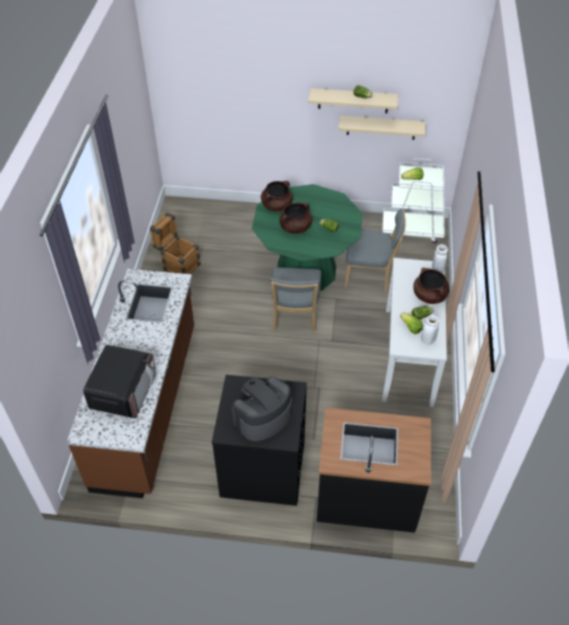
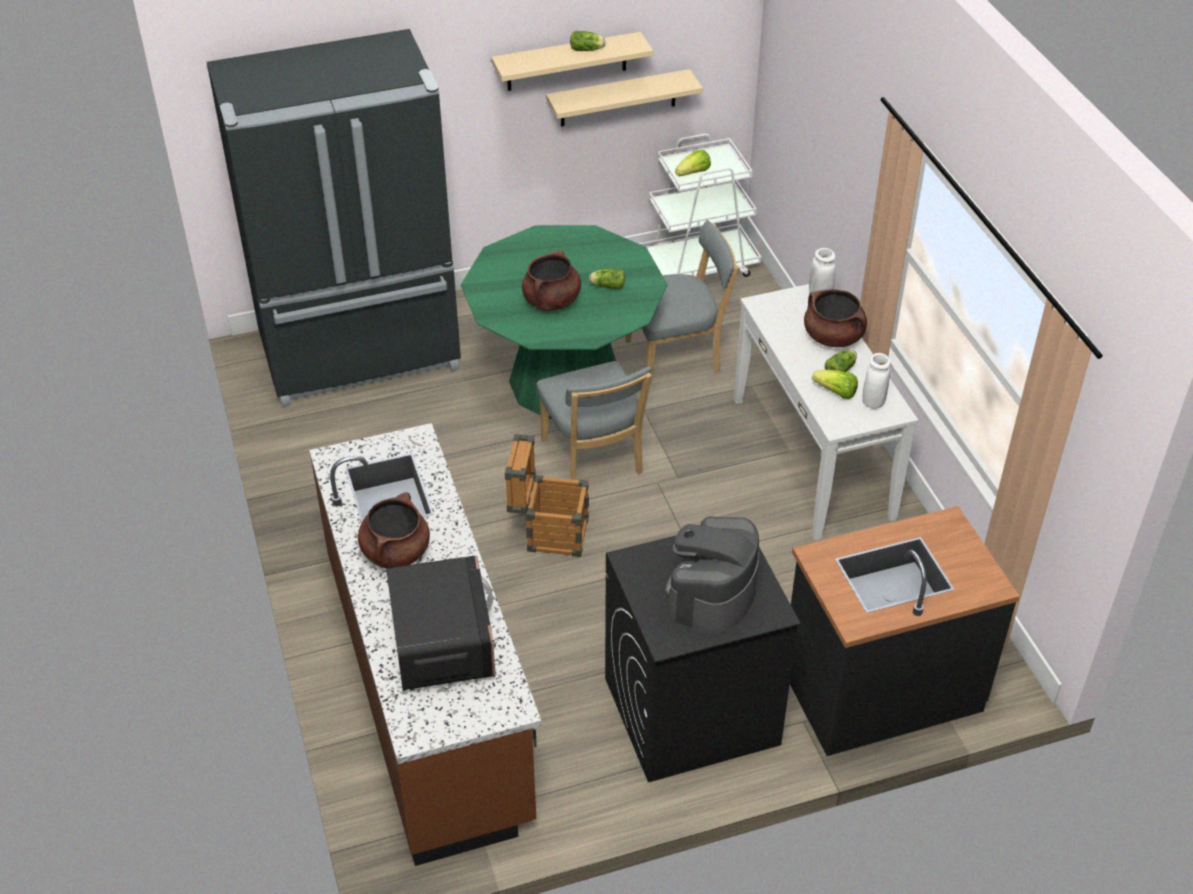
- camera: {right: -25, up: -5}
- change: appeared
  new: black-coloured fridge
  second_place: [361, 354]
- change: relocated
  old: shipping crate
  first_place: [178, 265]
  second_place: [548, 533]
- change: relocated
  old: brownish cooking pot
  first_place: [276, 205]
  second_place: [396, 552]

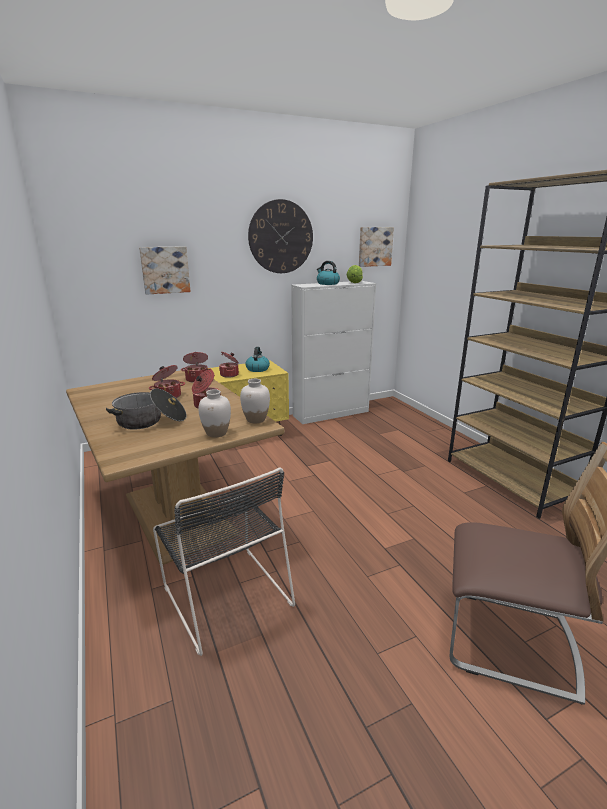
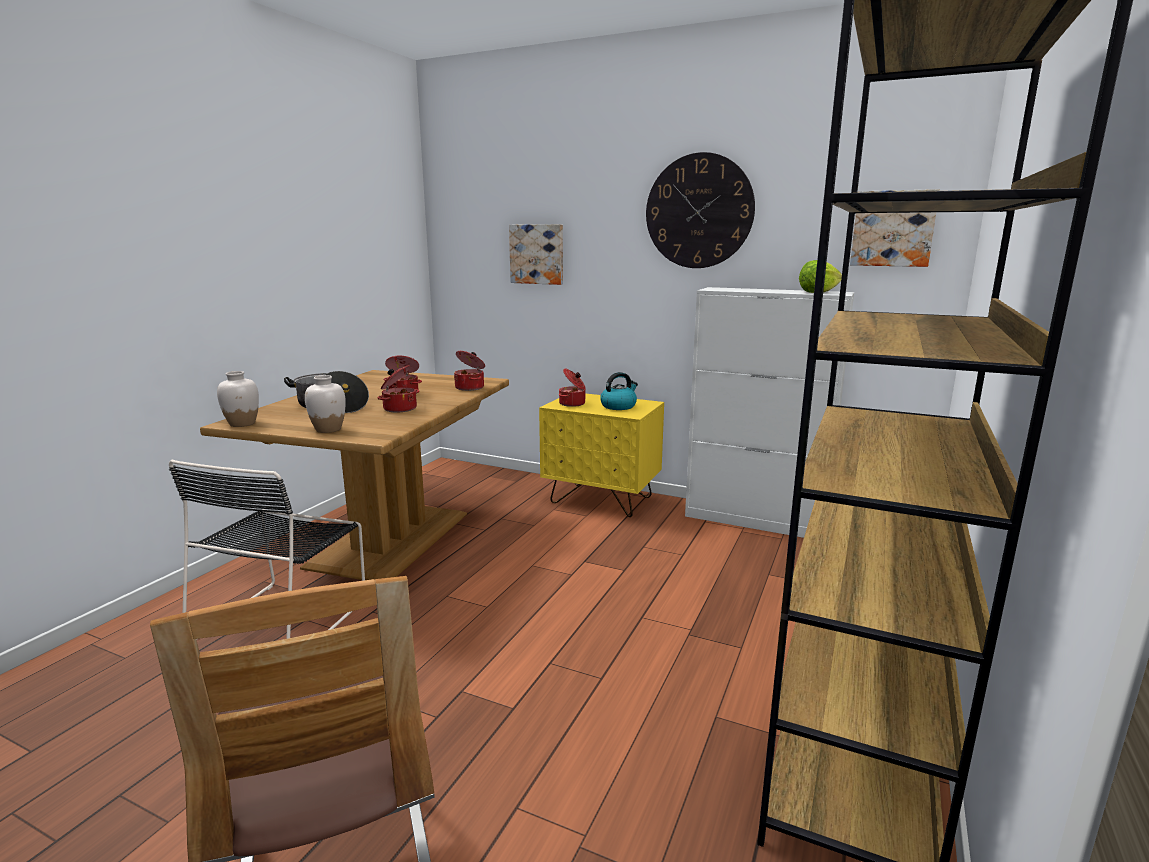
- camera: {right: 50, up: -5}
- change: missing
  old: tea kettle
  first_place: [327, 283]
- change: relocated
  old: whitish flower vase
  first_place: [256, 420]
  second_place: [242, 424]

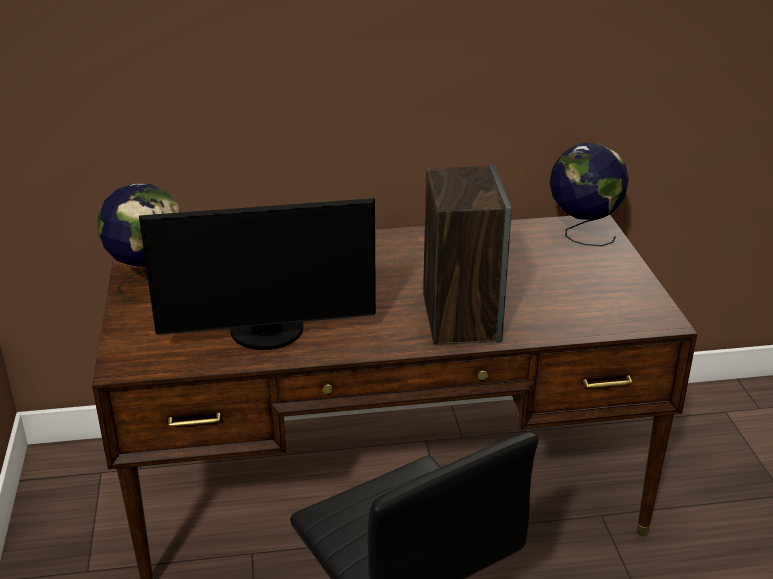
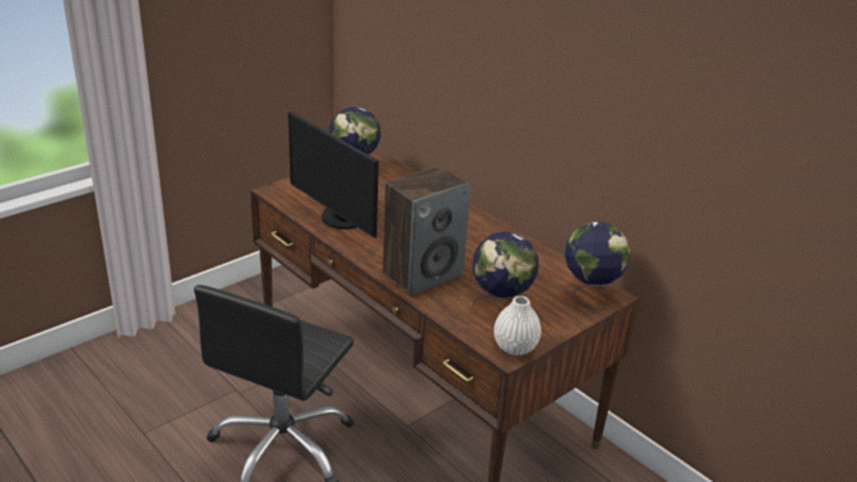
- camera: {right: 55, up: 0}
- change: appeared
  new: globe
  second_place: [500, 306]
- change: appeared
  new: whitish flower vase
  second_place: [515, 347]

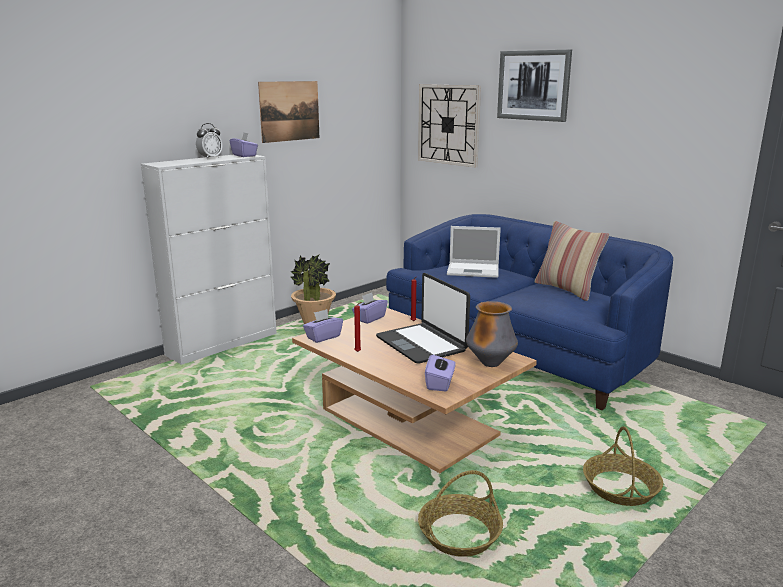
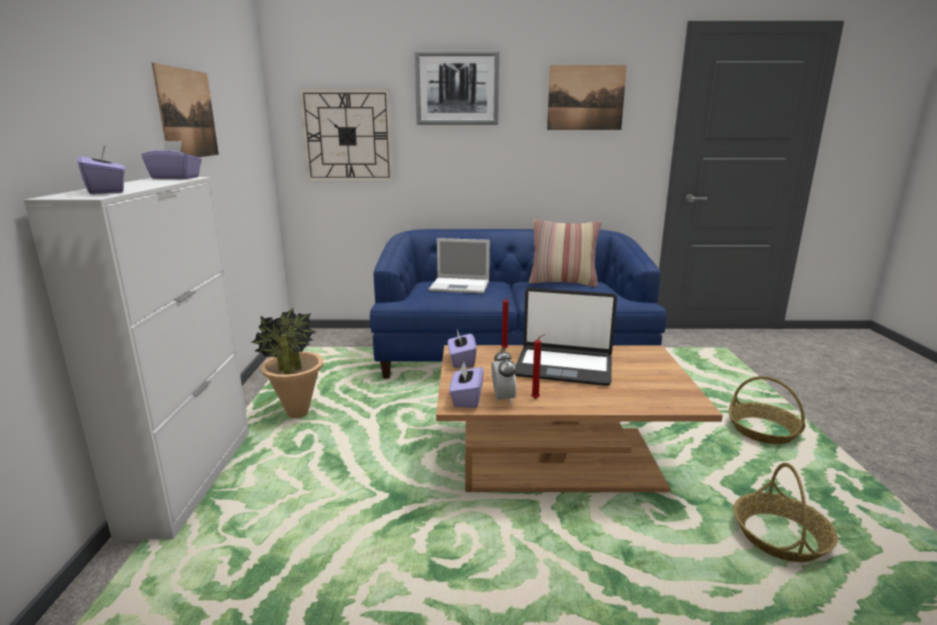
- camera: {right: -45, up: 0}
- change: missing
  old: flower vase
  first_place: [490, 364]
- change: appeared
  new: wall art
  second_place: [586, 98]
- change: relocated
  old: table clock
  first_place: [210, 158]
  second_place: [503, 399]
- change: relocated
  old: purplish tissue box
  first_place: [440, 383]
  second_place: [107, 191]
- change: spun
  old: portable computer
  first_place: [474, 270]
  second_place: [461, 286]
  degrees: 45

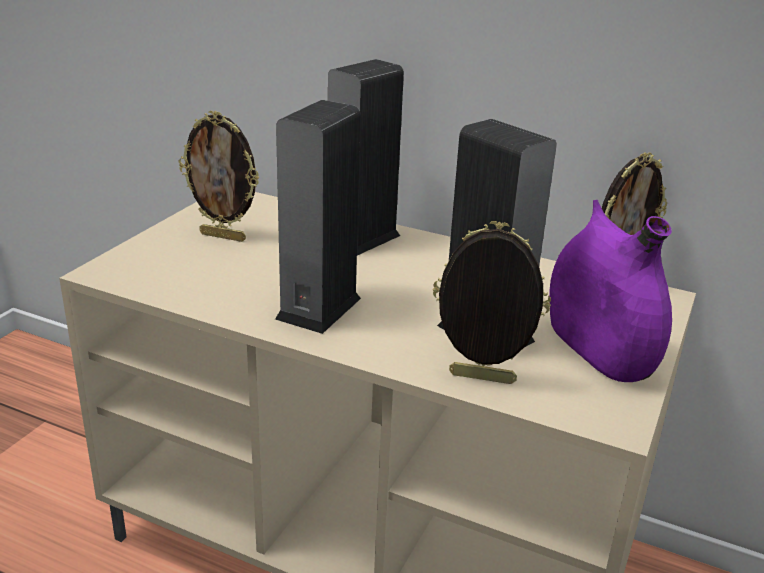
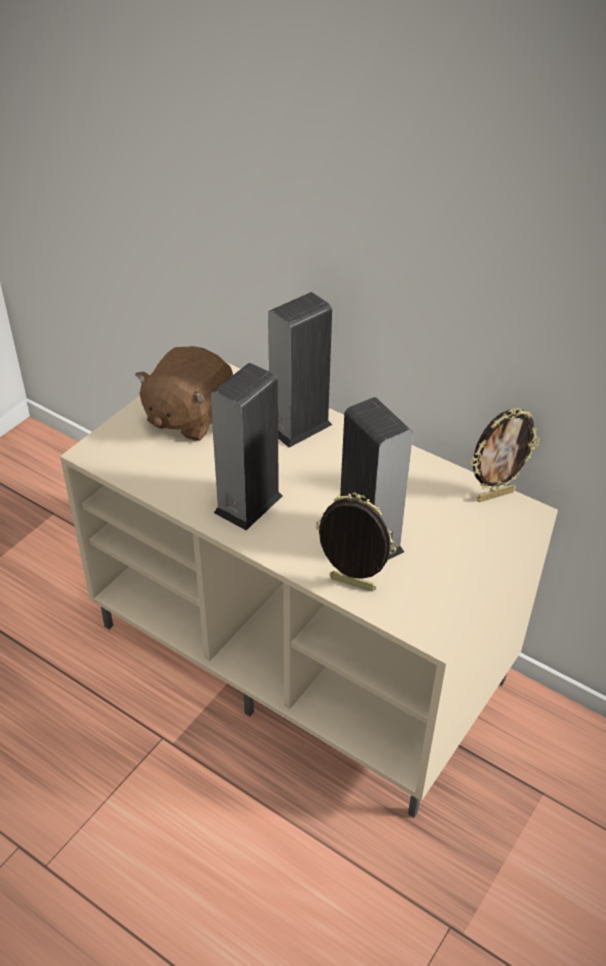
- camera: {right: 10, up: 15}
- change: missing
  old: purplish flower vase
  first_place: [598, 350]
- change: exchanged
  old: standing frame
  new: brownish cuddly toy
  first_place: [224, 236]
  second_place: [188, 417]

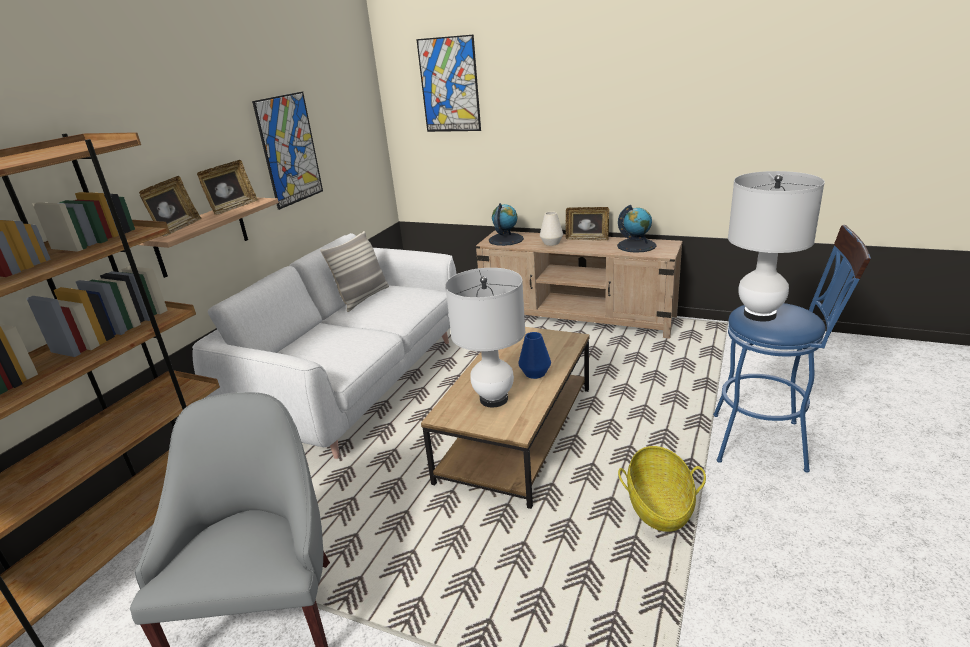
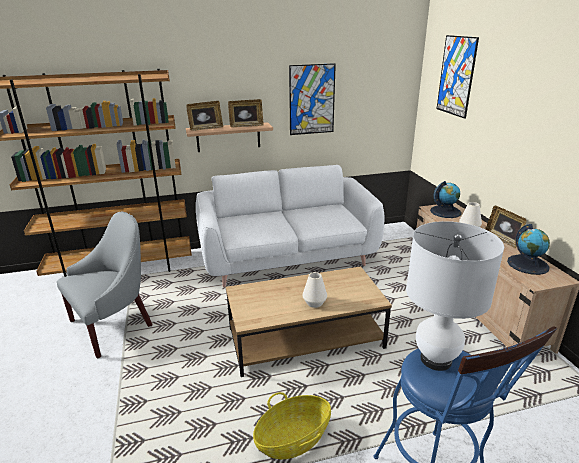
- camera: {right: 50, up: 0}
- change: missing
  old: throw pillow
  first_place: [363, 298]
- change: missing
  old: whitish tabletop lamp
  first_place: [494, 399]
- change: colour
  old: blue flower vase
  new: whitish flower vase
  first_place: [535, 373]
  second_place: [314, 303]

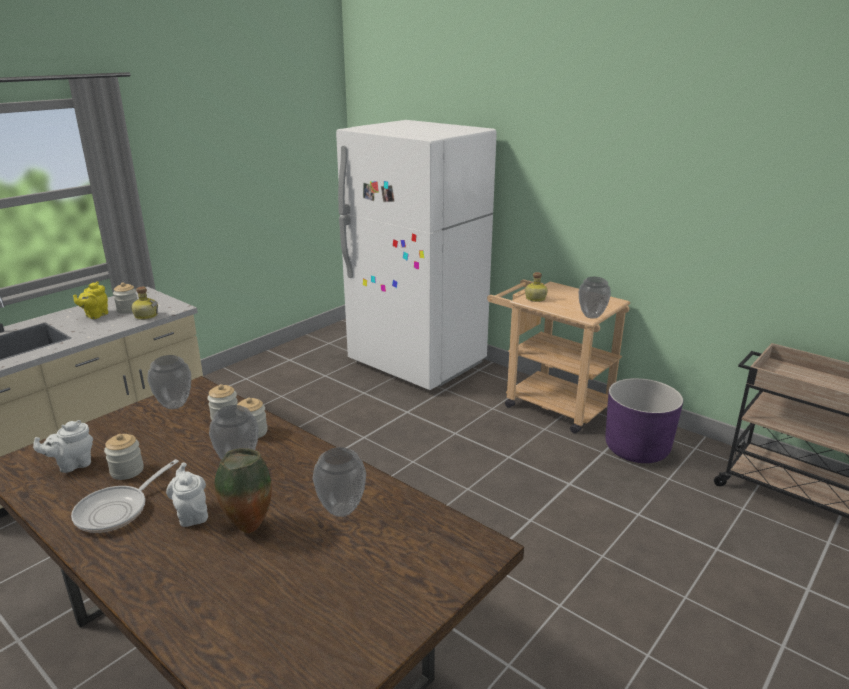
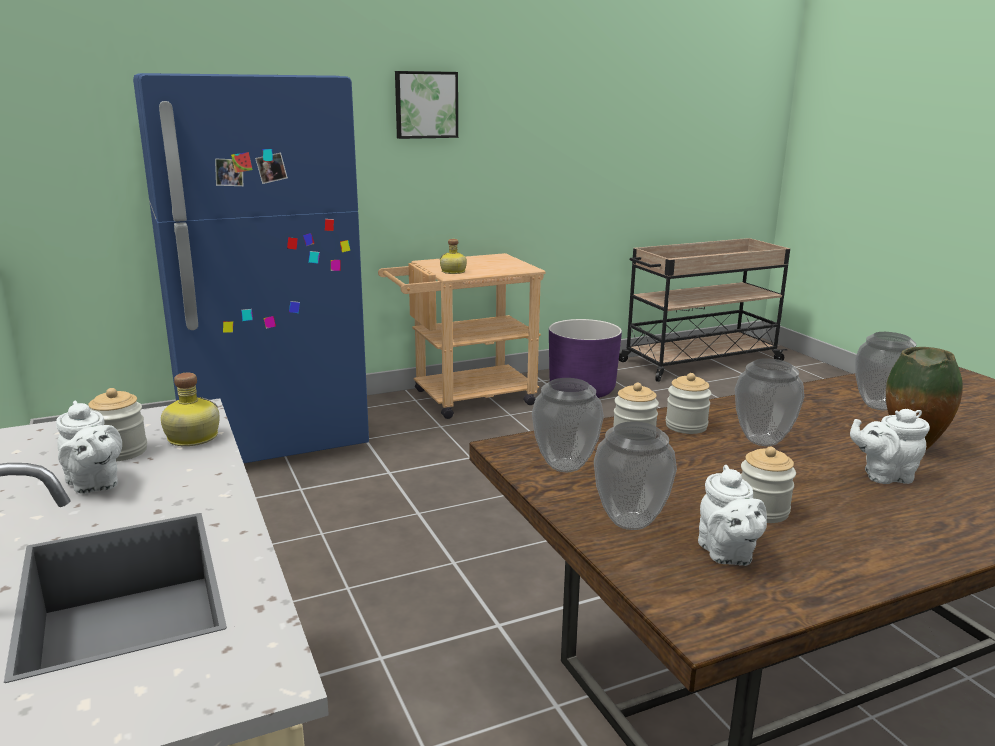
- camera: {right: -65, up: -5}
- change: missing
  old: pan
  first_place: [117, 510]
- change: appeared
  new: wall art
  second_place: [426, 105]
- change: relocated
  old: flower vase
  first_place: [592, 316]
  second_place: [631, 522]
- change: colour
  old: yellow-coloured teapot
  new: whitish teapot
  first_place: [95, 315]
  second_place: [94, 484]
- change: colour
  old: whitish fridge
  new: blue fridge
  first_place: [417, 363]
  second_place: [272, 438]

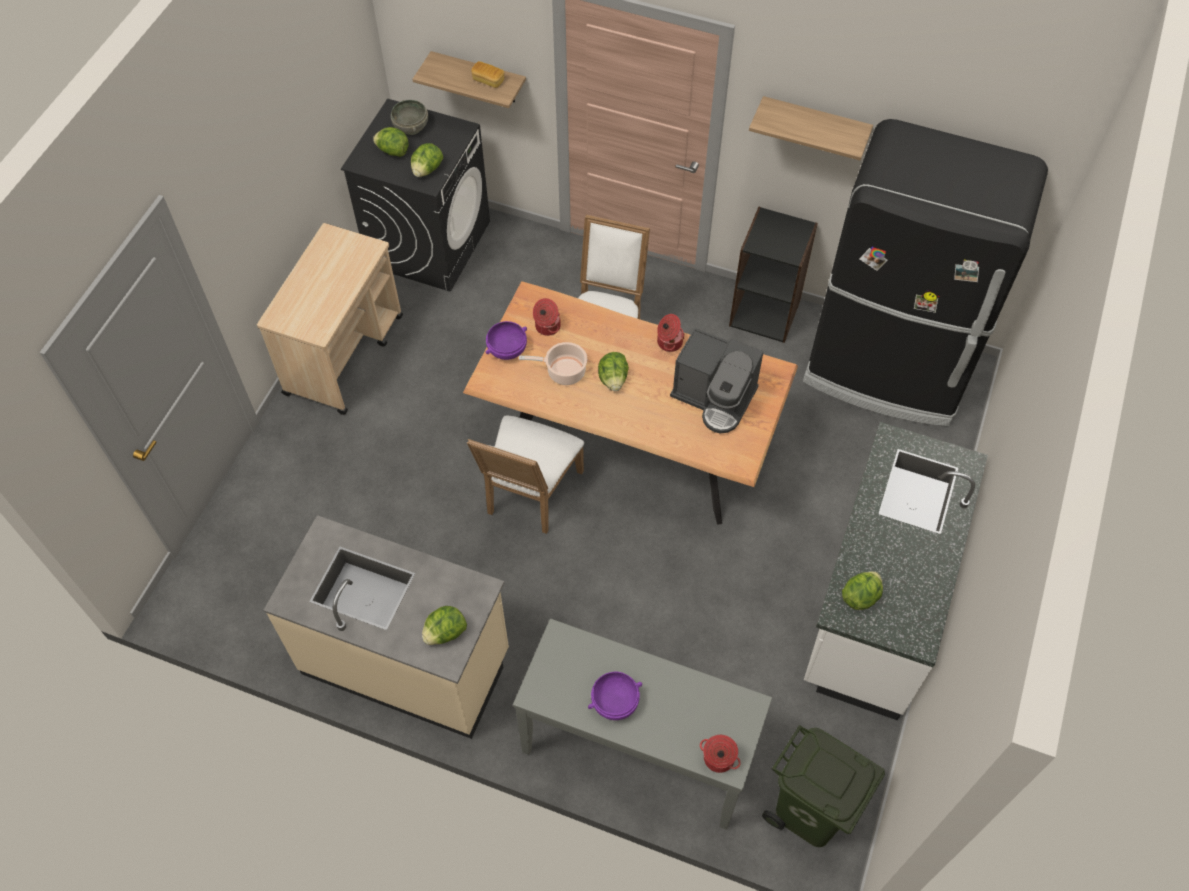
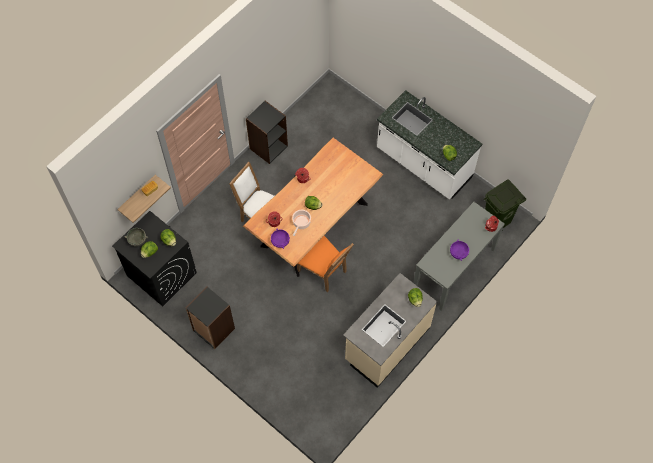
- camera: {right: -70, up: 5}
- change: missing
  old: coffee maker
  first_place: [714, 398]
- change: missing
  old: shelf
  first_place: [814, 125]
- change: missing
  old: black-coloured fridge
  first_place: [887, 369]
- change: exchanged
  old: sand-coloured trolley
  new: black-coloured bookcase
  first_place: [345, 354]
  second_place: [213, 329]
- change: colour
  old: whitish upright chair
  new: orange-coloured upright chair
  first_place: [530, 495]
  second_place: [325, 272]

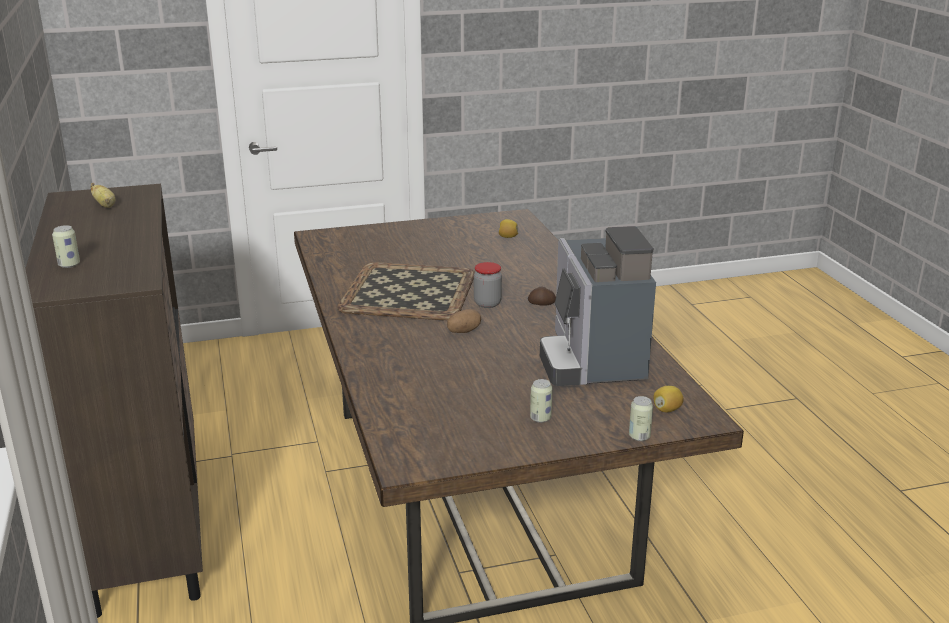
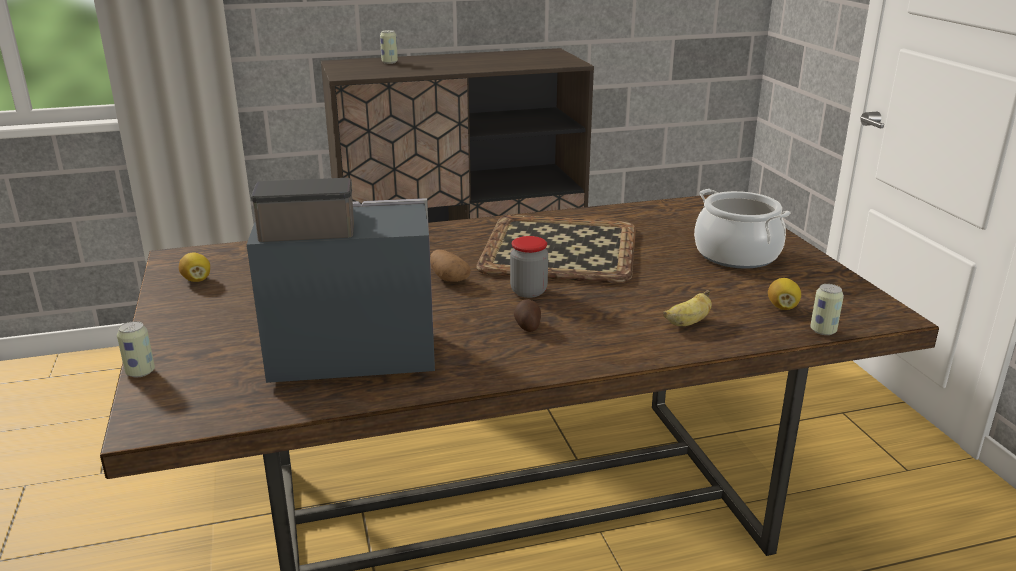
- camera: {right: 90, up: 0}
- change: appeared
  new: cooking pot
  second_place: [736, 255]
- change: relocated
  old: whole banana
  first_place: [105, 205]
  second_place: [688, 323]
- change: relocated
  old: metal can
  first_place: [540, 418]
  second_place: [823, 331]
- change: relocated
  old: citrus fruit
  first_place: [667, 410]
  second_place: [197, 280]

